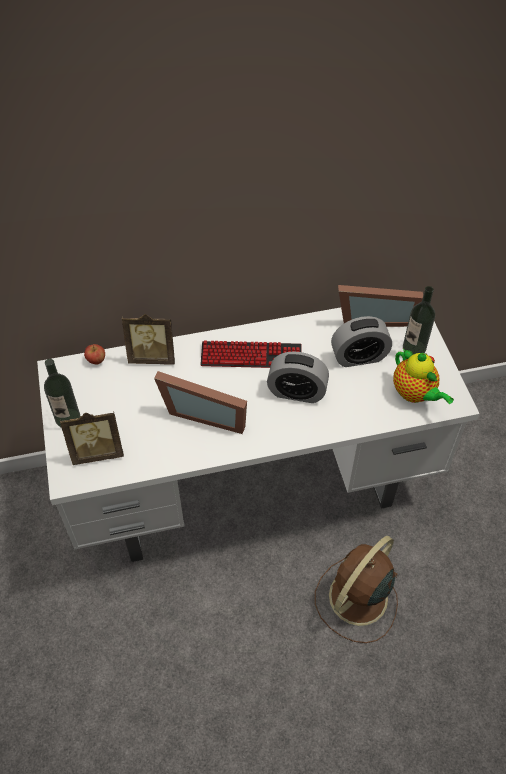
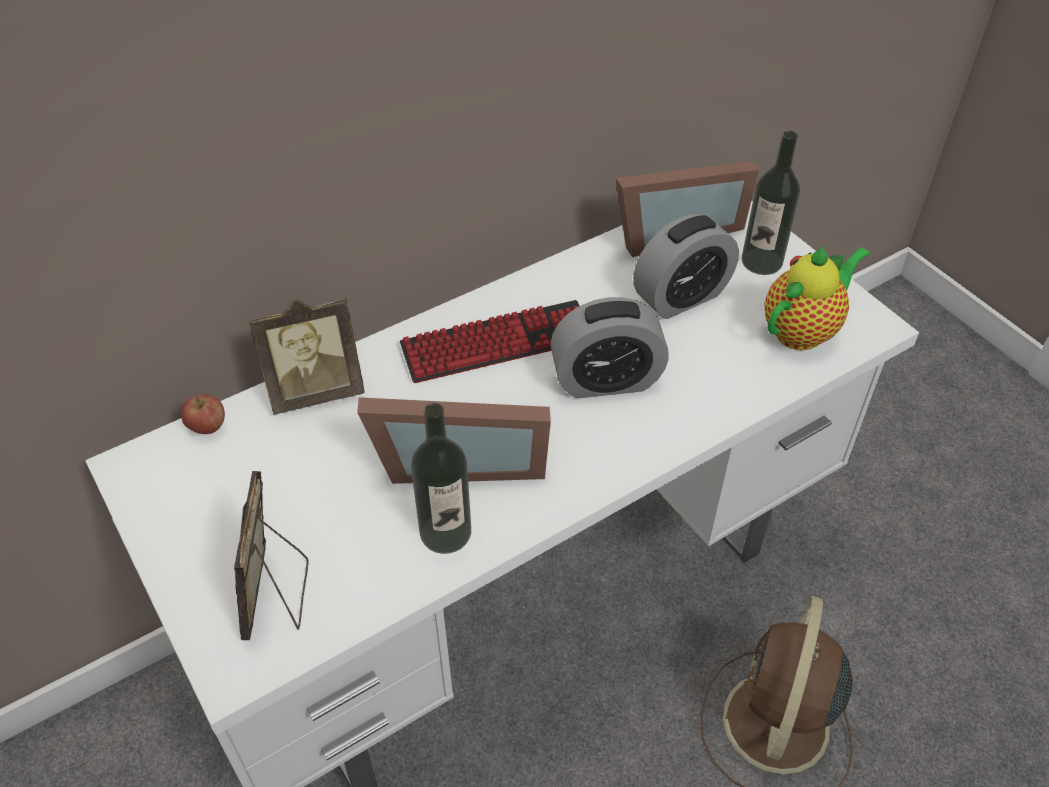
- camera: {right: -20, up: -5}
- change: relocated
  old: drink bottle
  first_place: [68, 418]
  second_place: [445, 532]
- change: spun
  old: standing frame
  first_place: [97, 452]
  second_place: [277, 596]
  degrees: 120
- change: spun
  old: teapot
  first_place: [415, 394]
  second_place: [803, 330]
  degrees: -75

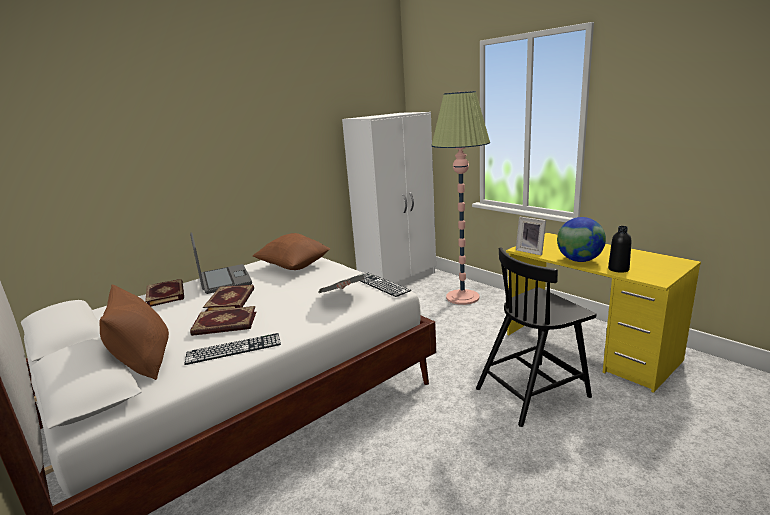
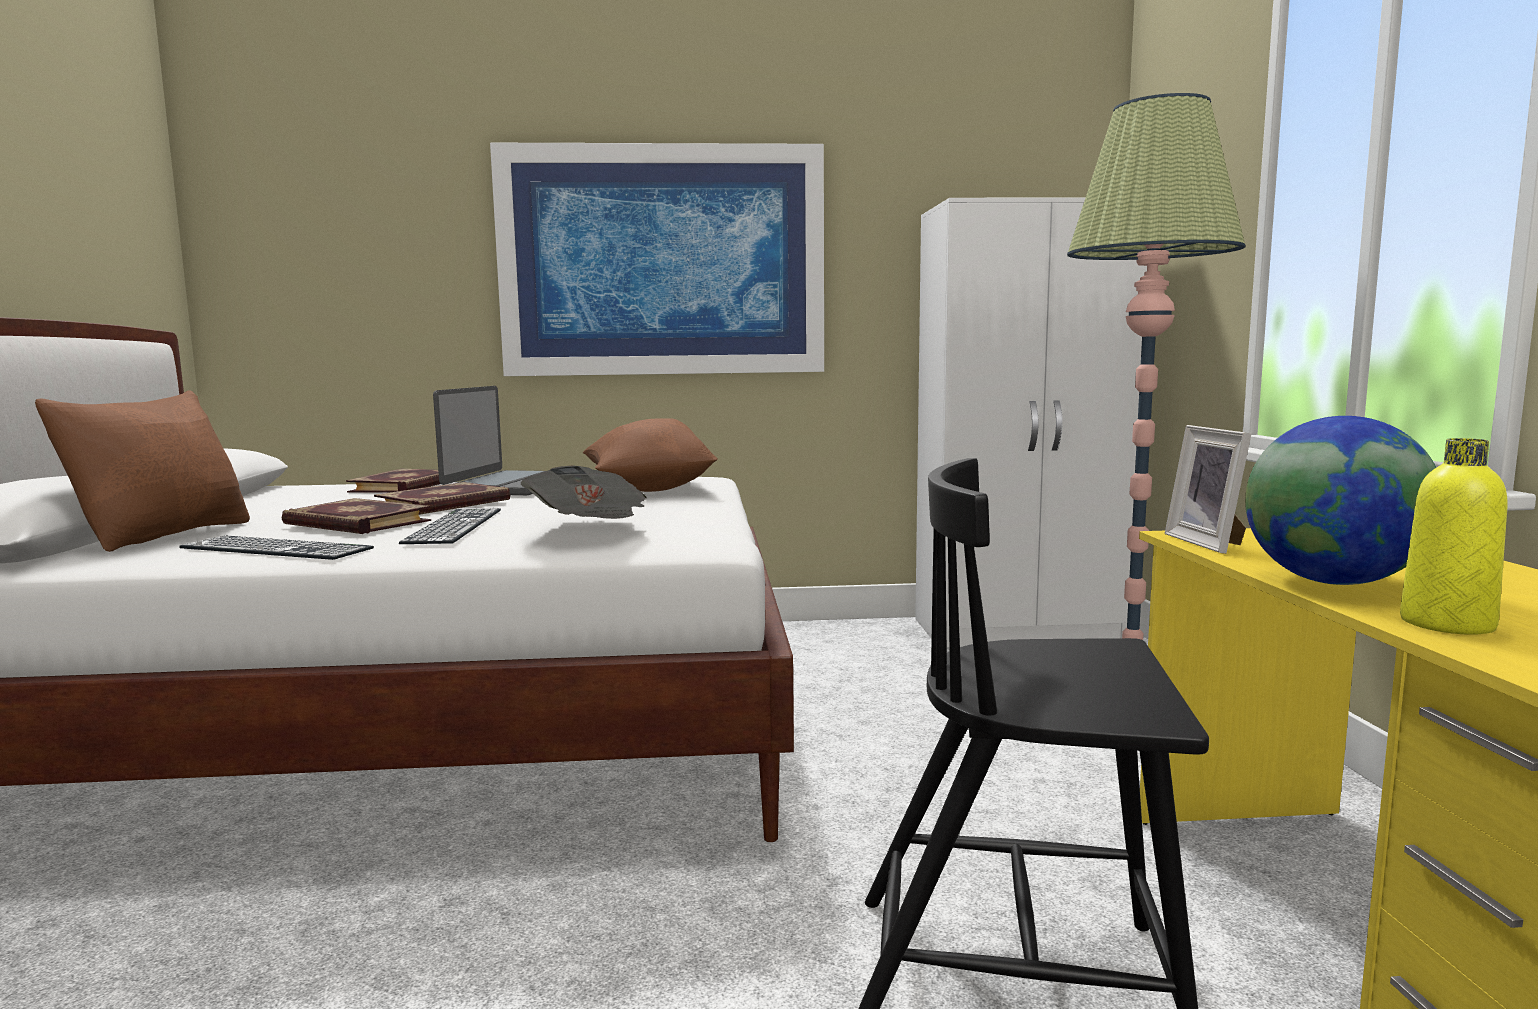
- camera: {right: 35, up: -10}
- change: appeared
  new: wall art
  second_place: [663, 262]
- change: relocated
  old: keyboard
  first_place: [380, 284]
  second_place: [454, 526]
- change: colour
  old: black-coloured drink bottle
  new: yellow-coloured drink bottle
  first_place: [618, 269]
  second_place: [1447, 624]

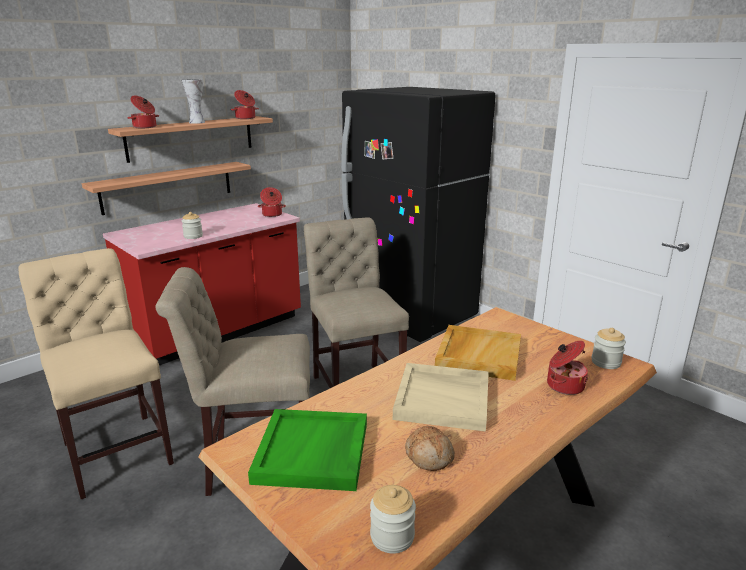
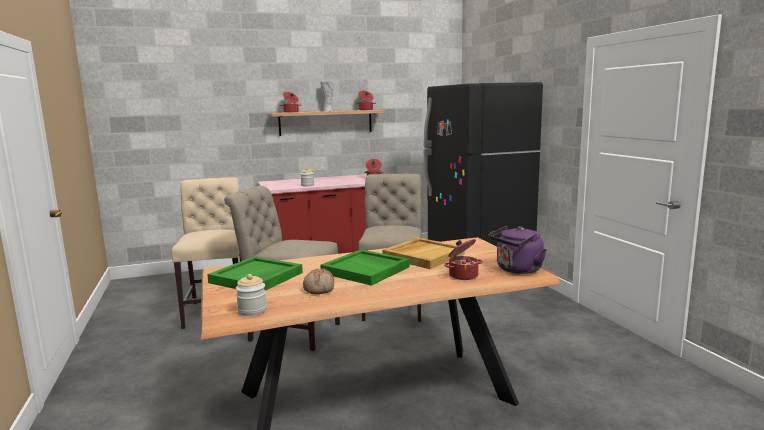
- camera: {right: 25, up: -10}
- change: missing
  old: shelf
  first_place: [168, 187]
- change: exchanged
  old: preserve jar
  new: purplish tea kettle
  first_place: [606, 362]
  second_place: [517, 270]
- change: colour
  old: sand-coloured carrying tray
  new: greenish carrying tray
  first_place: [443, 399]
  second_place: [366, 270]

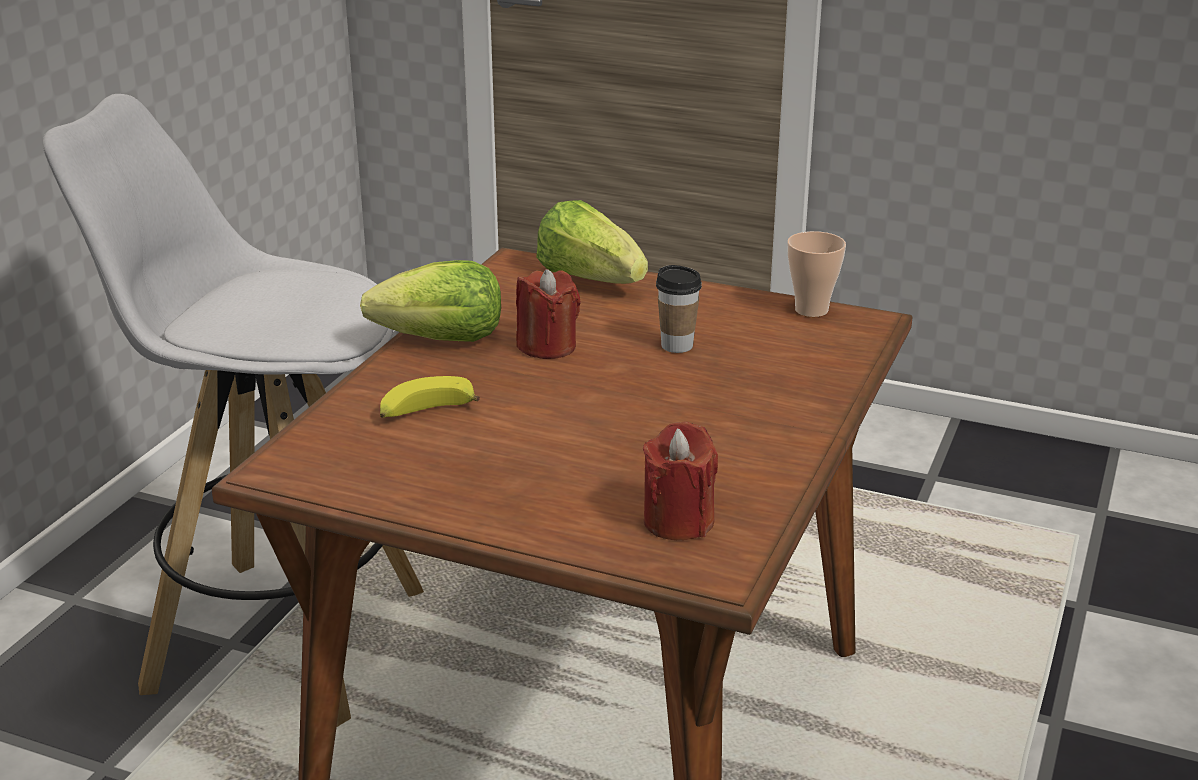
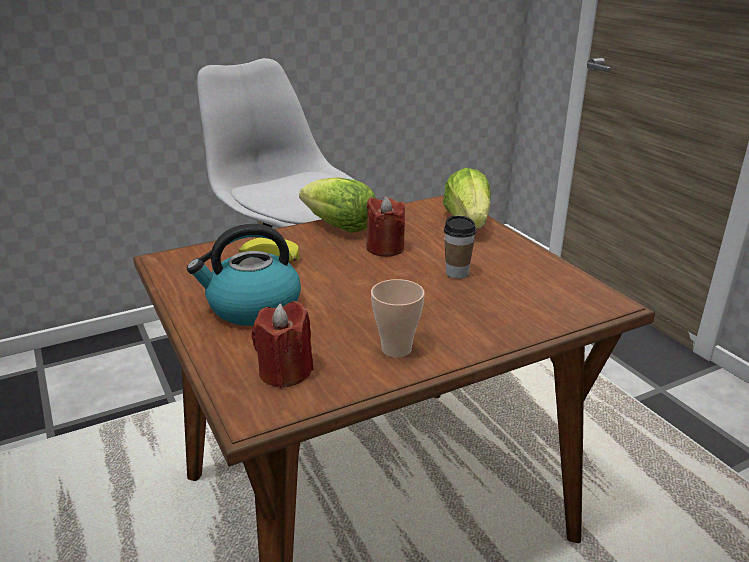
- camera: {right: 40, up: 0}
- change: appeared
  new: tea kettle
  second_place: [253, 307]
- change: relocated
  old: drinking cup
  first_place: [811, 310]
  second_place: [396, 349]

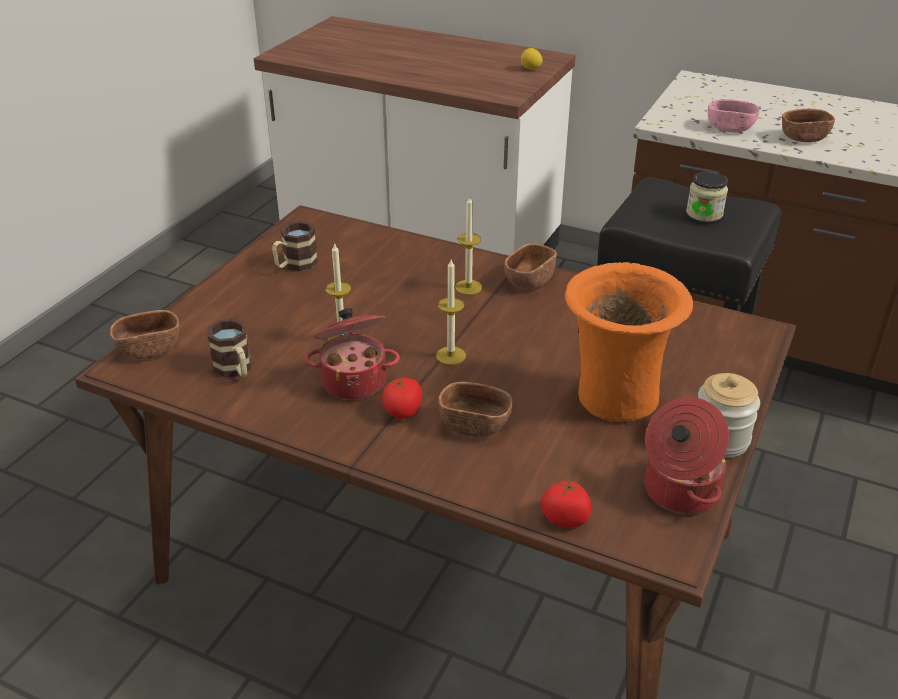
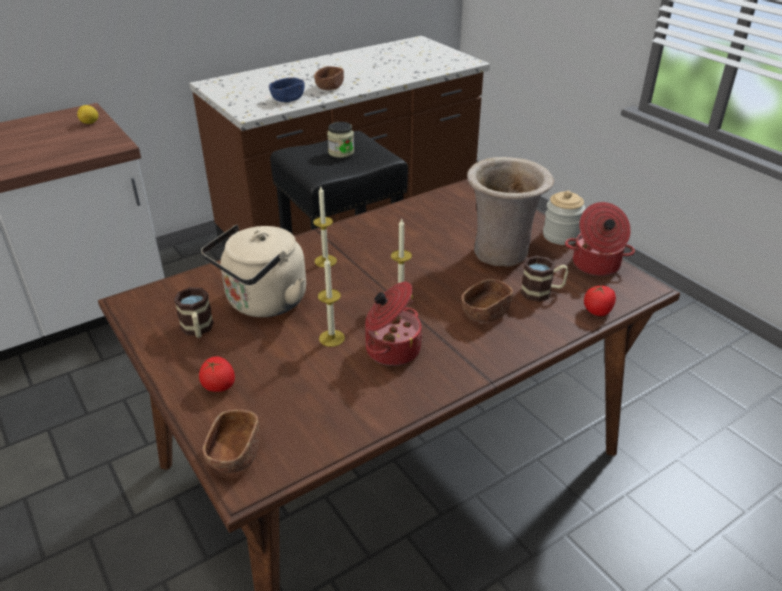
- camera: {right: -60, up: 0}
- change: missing
  old: brownish bowl
  first_place: [529, 280]
- change: appeared
  new: sand-coloured tea kettle
  second_place: [263, 303]
- change: relocated
  old: tea mug
  first_place: [235, 370]
  second_place: [542, 292]
- change: relocated
  old: tomato
  first_place: [403, 411]
  second_place: [219, 386]
- change: colour
  old: orange-coloured flower vase
  new: sand-coloured flower vase
  first_place: [615, 402]
  second_place: [502, 254]
- change: colour
  old: pink bowl
  new: blue bowl
  first_place: [730, 128]
  second_place: [288, 99]

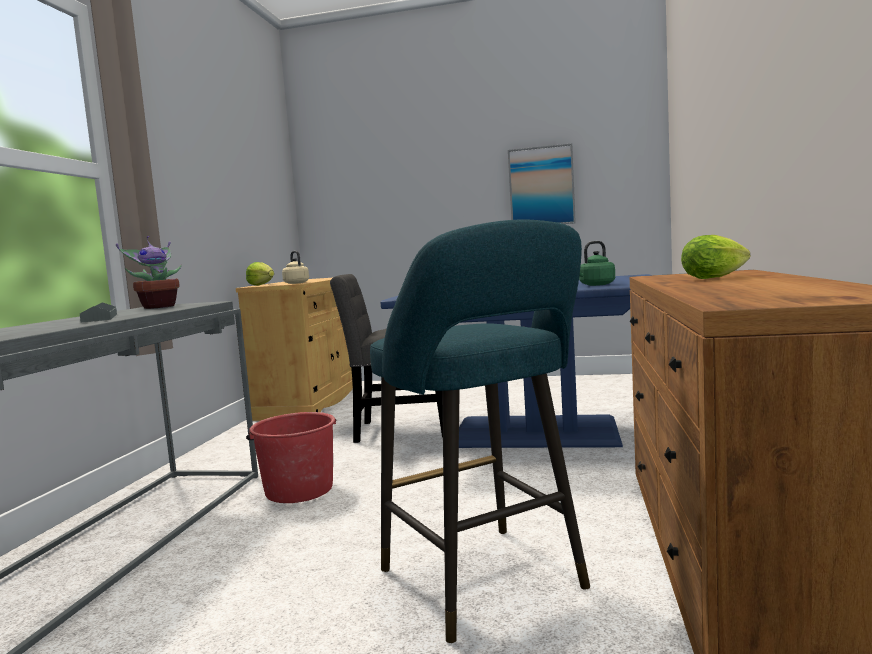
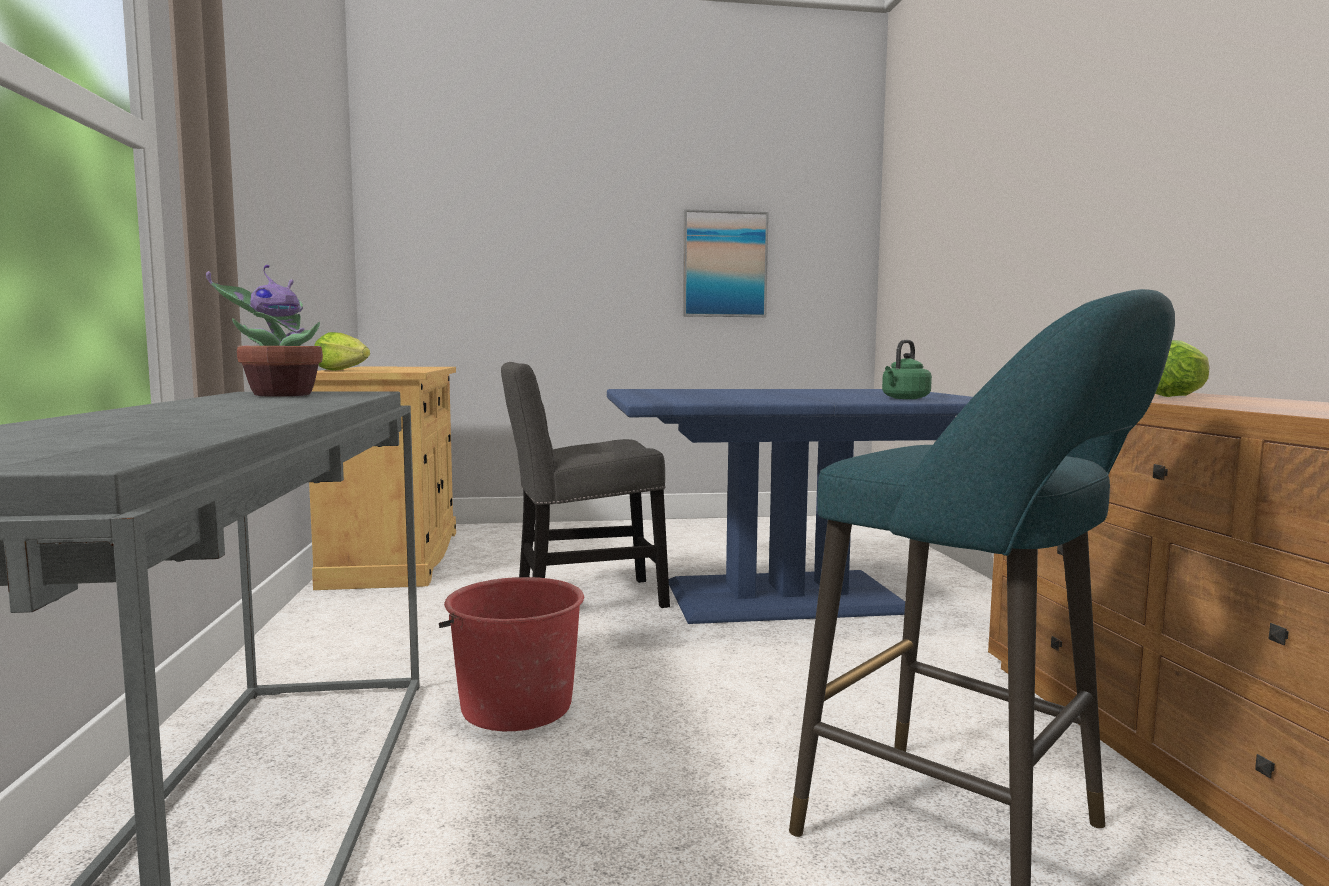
- camera: {right: -20, up: 0}
- change: missing
  old: grey carrying tray
  first_place: [100, 318]
- change: missing
  old: sand-coloured tea kettle
  first_place: [295, 283]

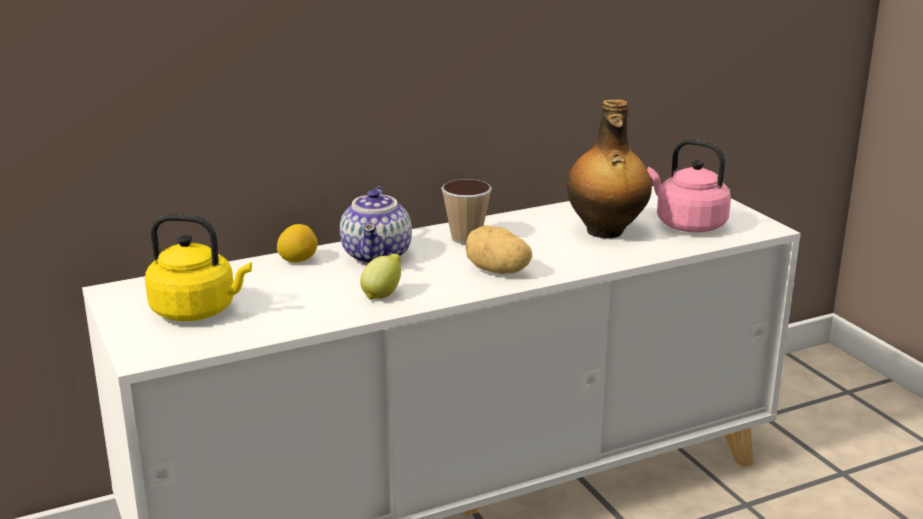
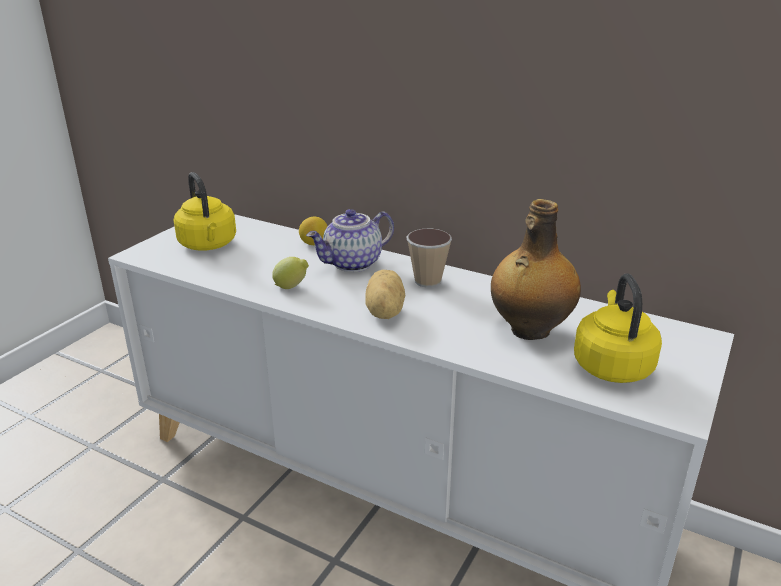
- camera: {right: 55, up: 5}
- change: colour
  old: pink tea kettle
  new: yellow-coloured tea kettle
  first_place: [687, 224]
  second_place: [611, 365]

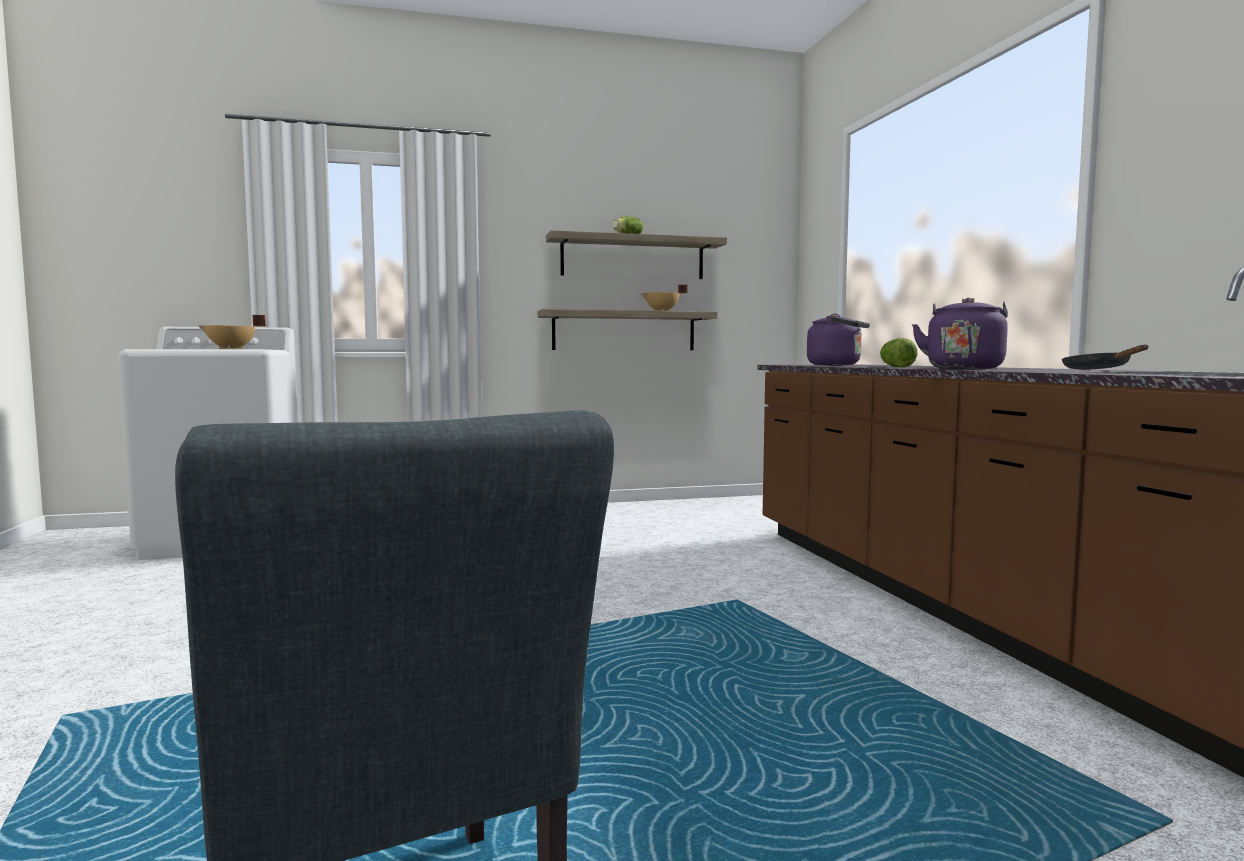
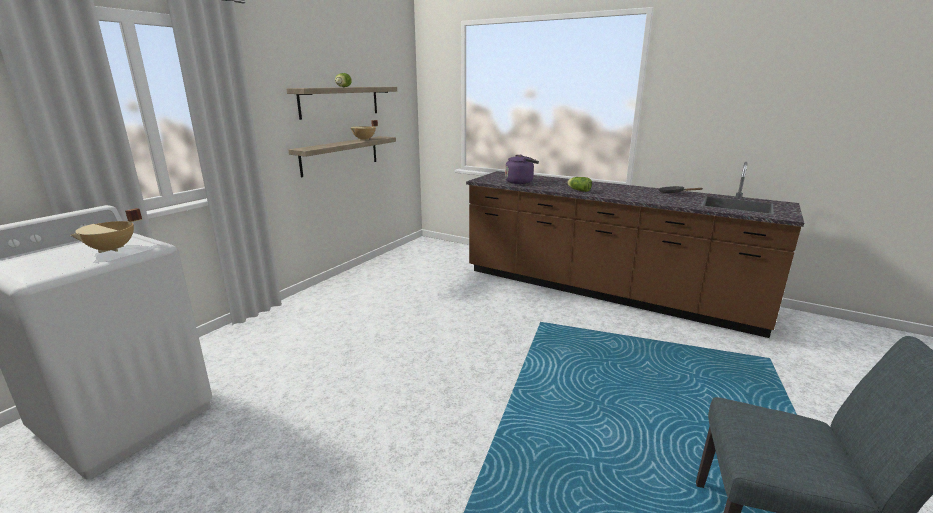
- camera: {right: -45, up: 15}
- change: missing
  old: purplish tea kettle
  first_place: [964, 368]

